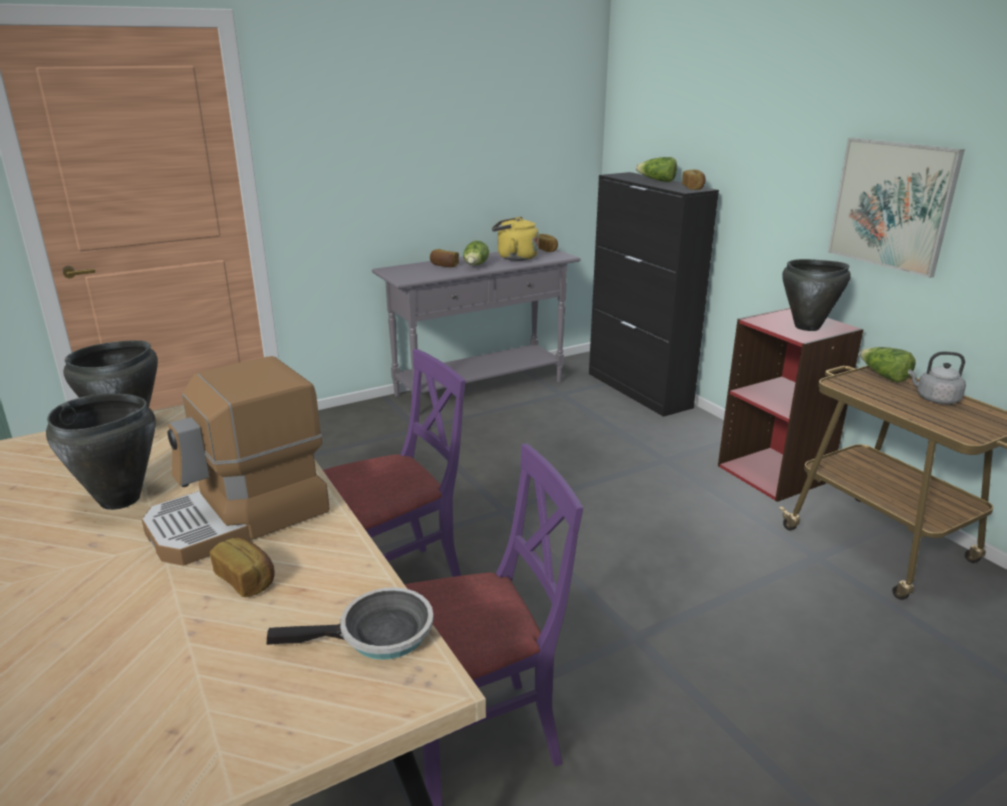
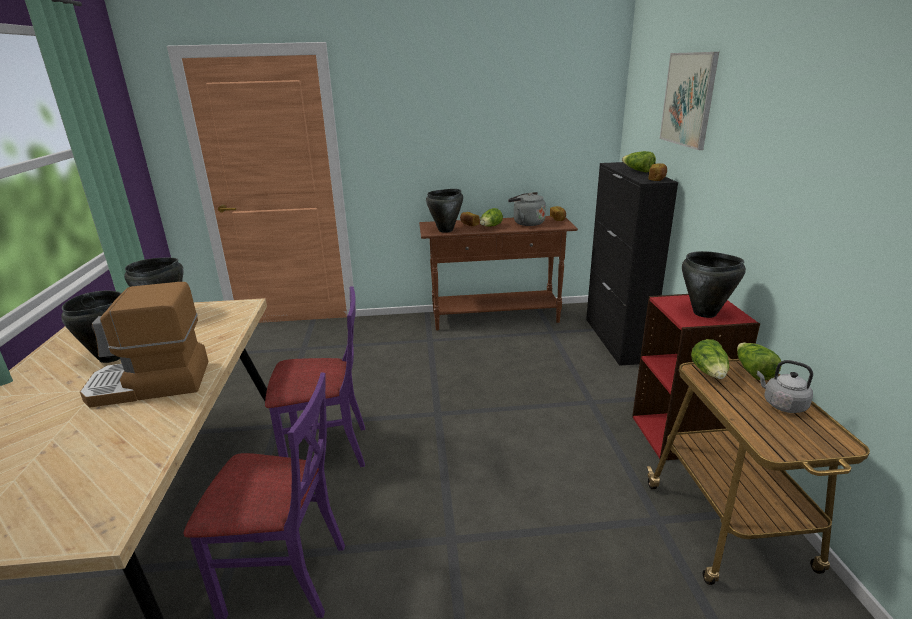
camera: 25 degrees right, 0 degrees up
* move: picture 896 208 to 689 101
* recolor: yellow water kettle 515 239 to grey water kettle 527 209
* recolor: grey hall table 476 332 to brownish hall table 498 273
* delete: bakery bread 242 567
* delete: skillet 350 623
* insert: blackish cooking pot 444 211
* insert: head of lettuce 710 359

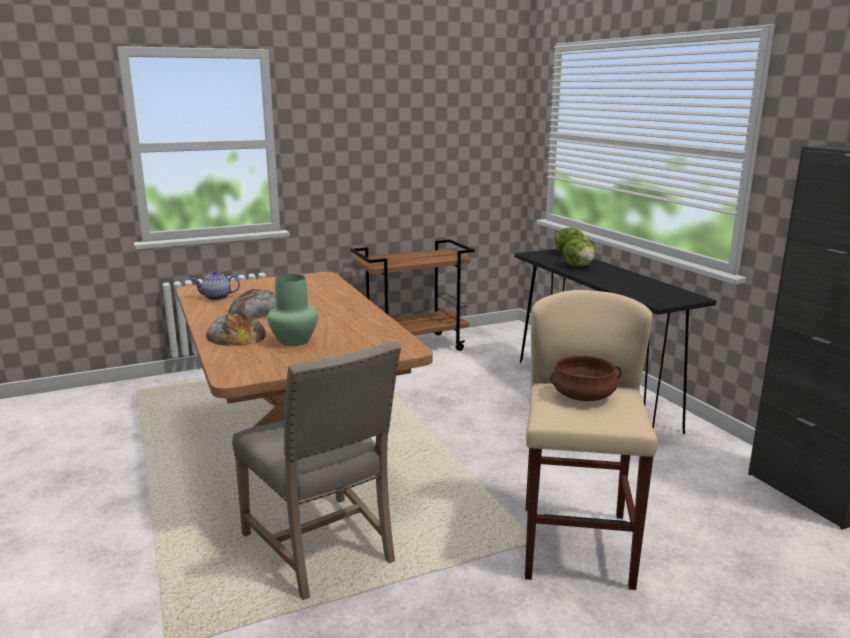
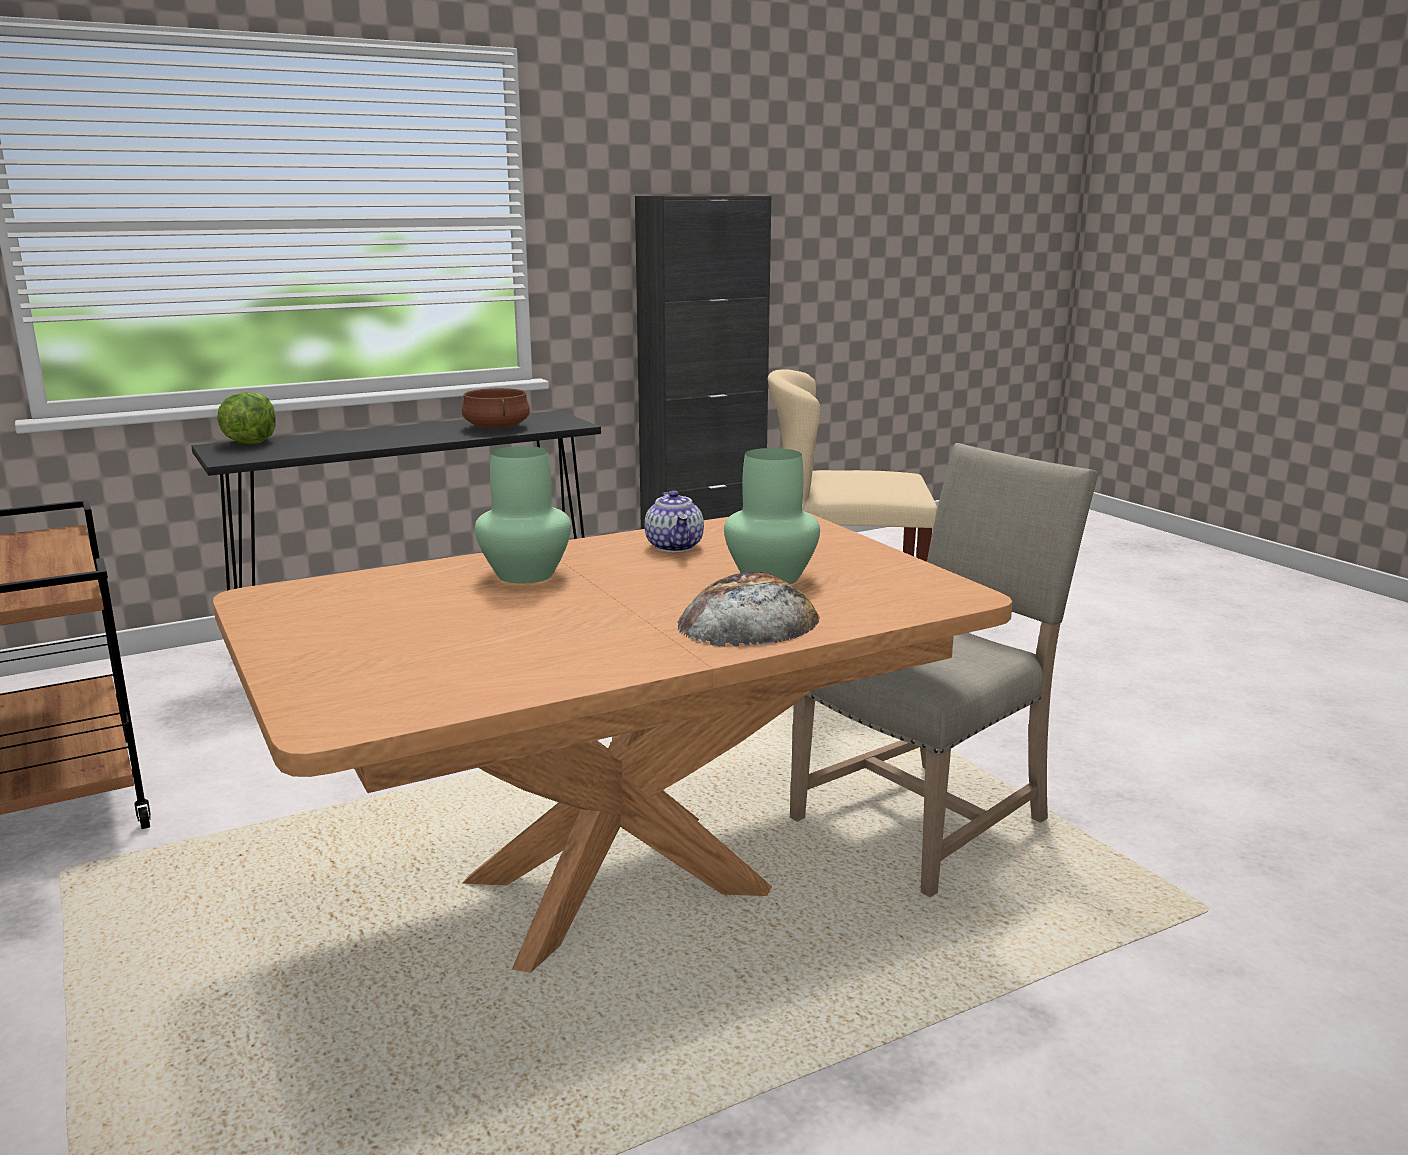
camera: 95 degrees left, 0 degrees up
* delete: head of lettuce 579 252
* move: pot for tea 215 285 to 674 521
* delete: bakery bread 252 304
* move: brownish cooking pot 586 378 to 496 408
* insert: green-coloured flower vase 523 515

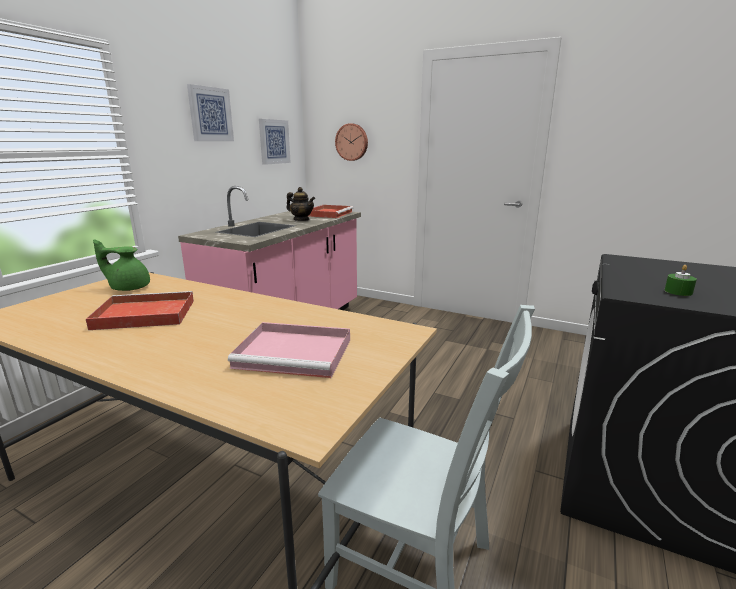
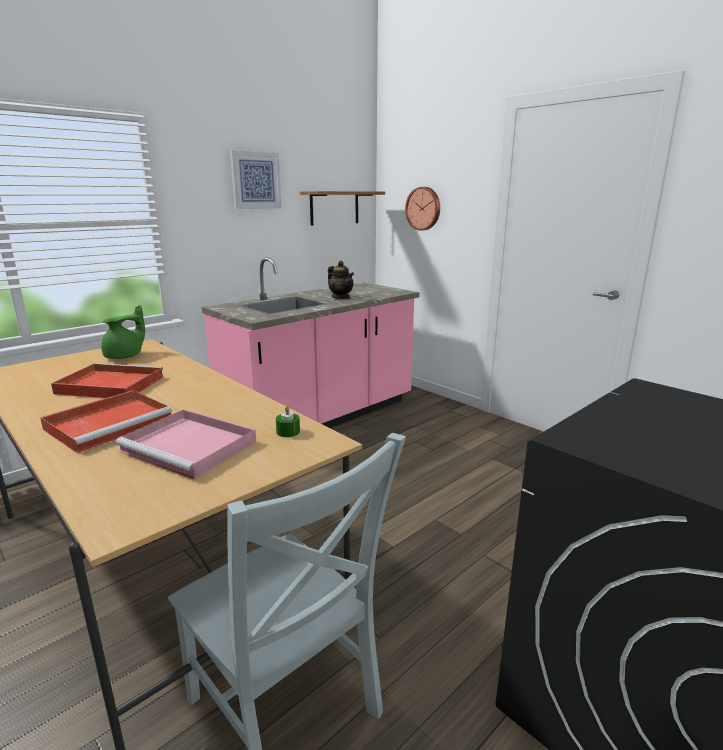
camera: 20 degrees right, 0 degrees up
* replace: picture 275 142 to shelf 342 208
* move: red-coloured tray 330 211 to 106 421
* rotate: green-coloured pot for tea 121 265 = 123 332 105 degrees clockwise
* move: green-coloured wax light 681 280 to 288 421

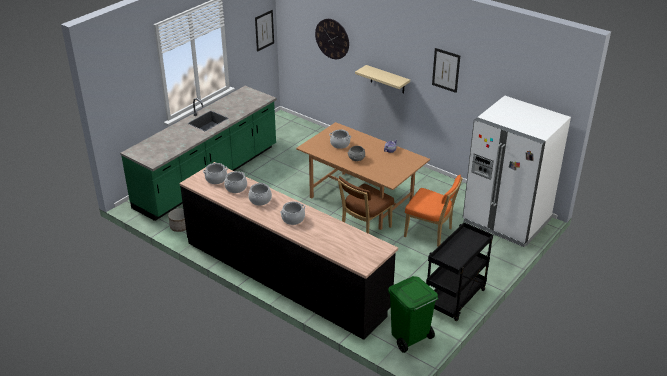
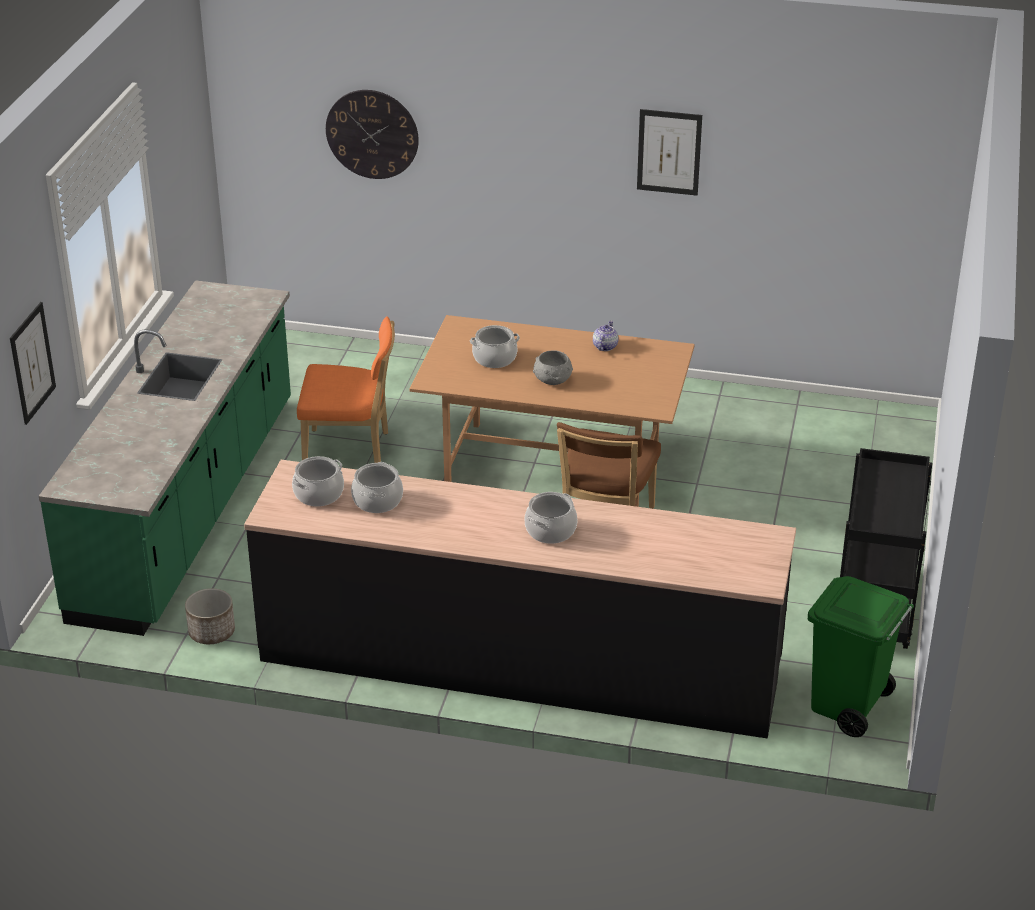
camera: 25 degrees left, 0 degrees up
* move: picture 264 31 to 33 363
* delete: beige shelf 382 79
* delete: white fridge 517 171
* move: orange-coloured plain chair 433 211 to 346 389
* delete: cooking pot 260 194

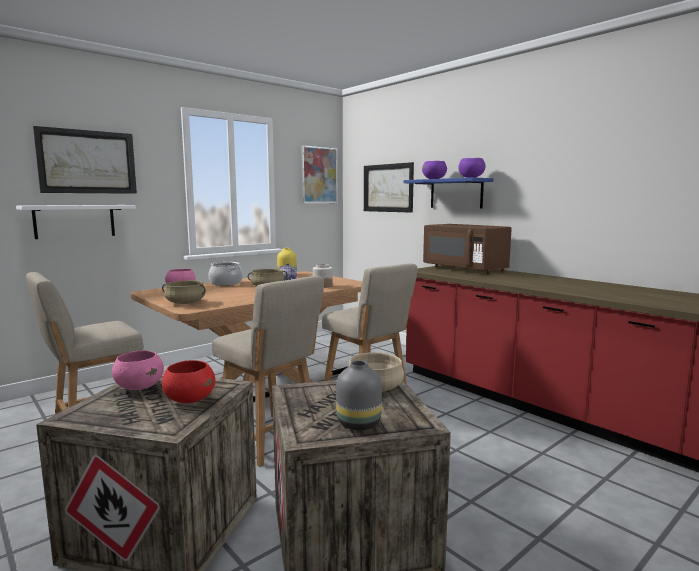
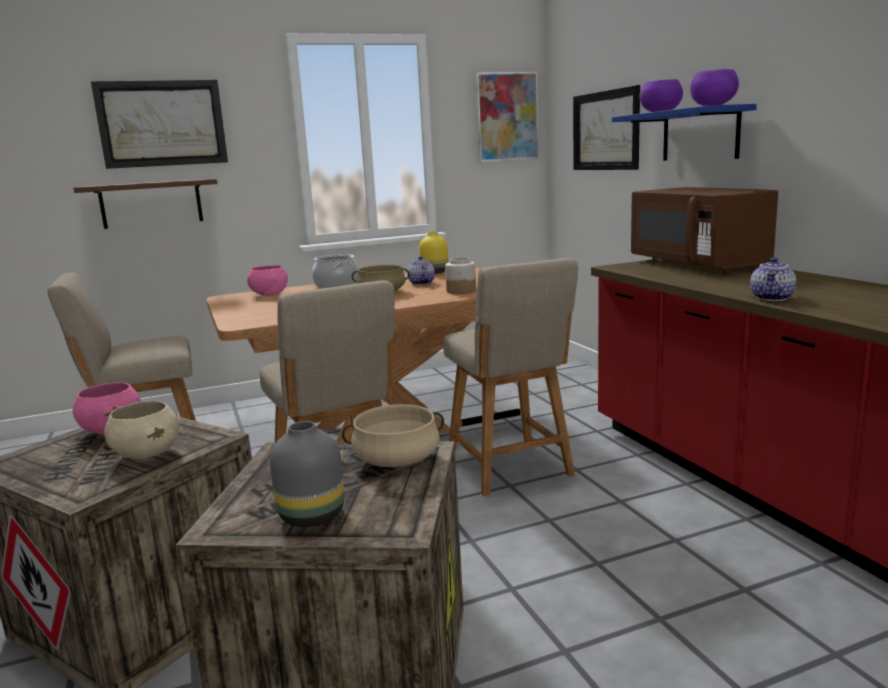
camera: 20 degrees right, 5 degrees up
* recolor: white shelf 76 222 to brownish shelf 145 204
* delete: beige cooking pot 184 292
* recolor: red-coloured serving bowl 188 381 to beige serving bowl 141 430
* insert: pot for tea 773 279

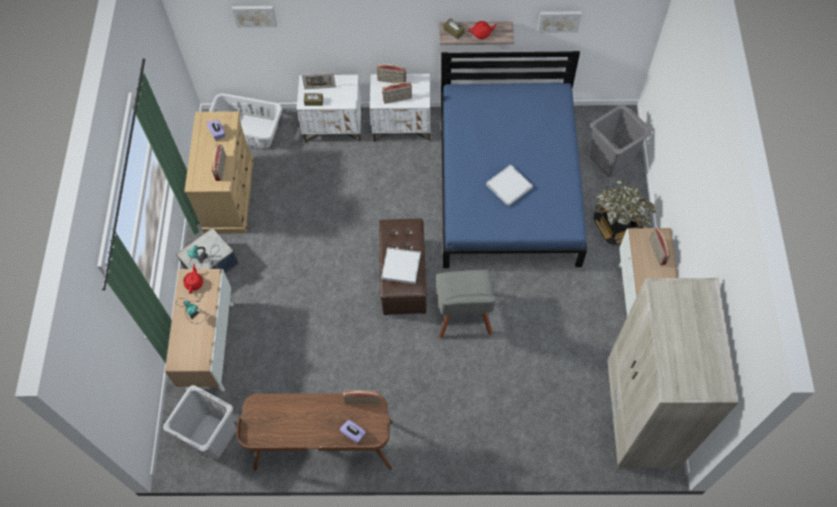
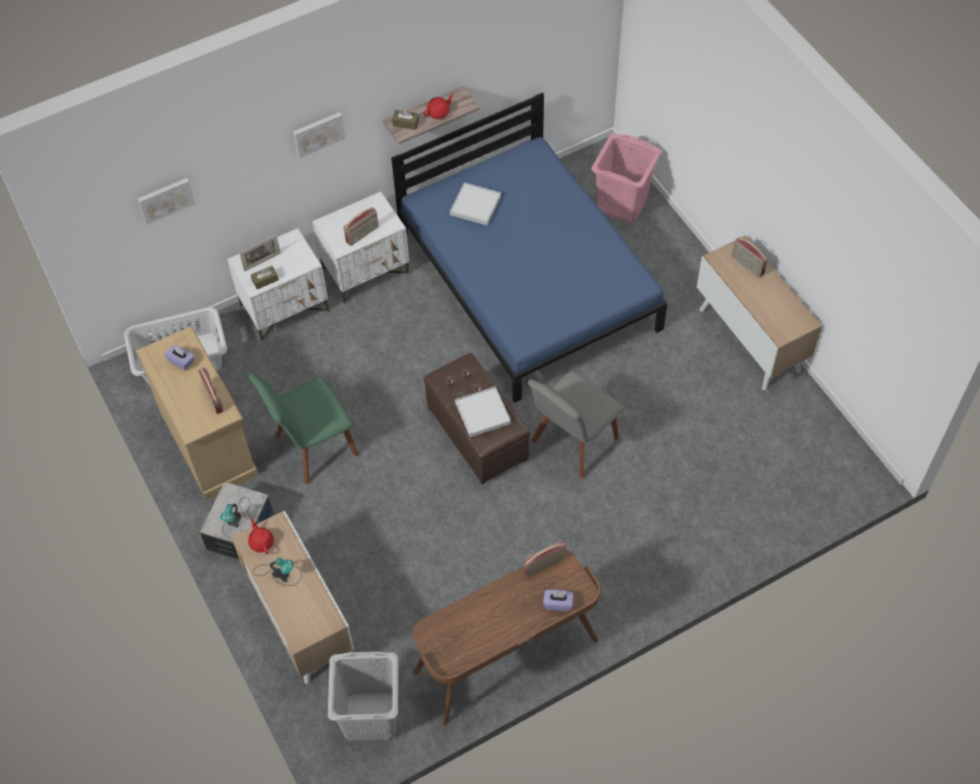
camera: 30 degrees left, 5 degrees down
* move: picture 559 22 to 319 135
* delete: radio receiver 391 73
* recolor: grey washing basket 620 140 to pink washing basket 626 178
* move: white tray 509 185 to 475 203
* delete: plant in a pot 626 212
* rotate: grey plain chair 466 304 = 575 425 75 degrees clockwise
* delete: beige wardrobe 673 373
* insert: green-coloured plain chair 304 428

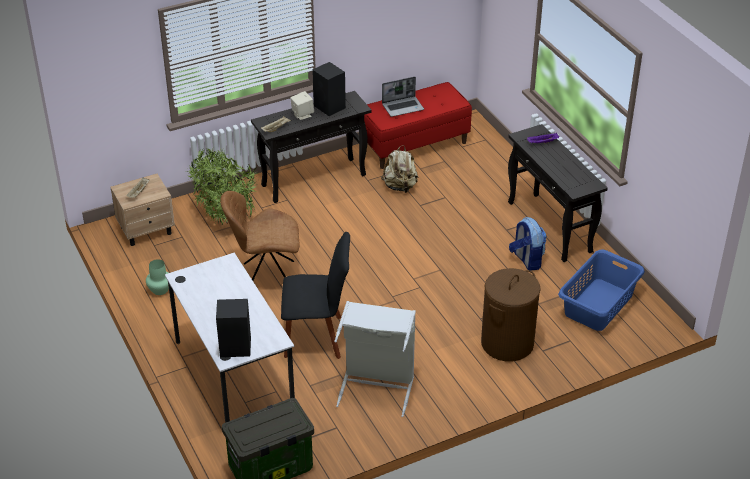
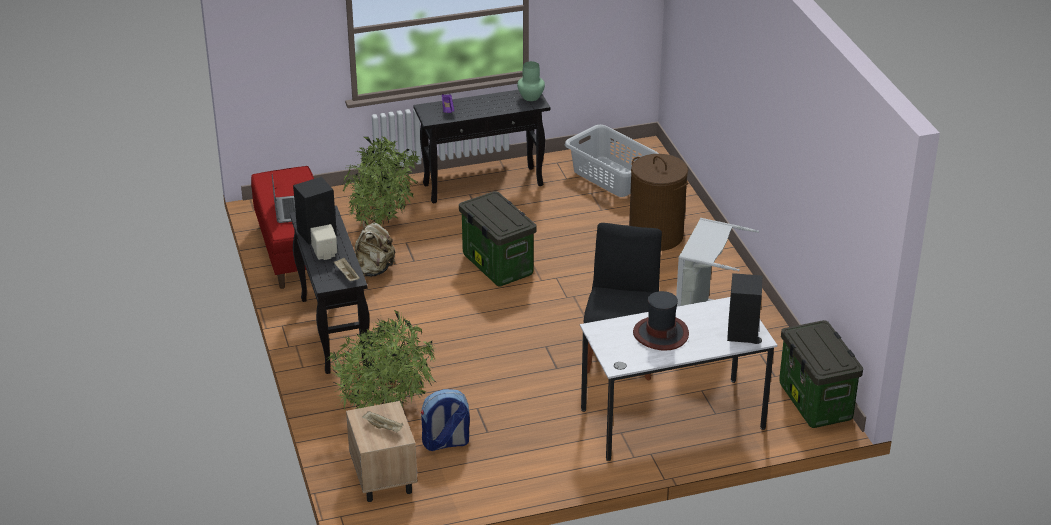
camera: 80 degrees left, 5 degrees down
* delete: brownish plain chair 259 236
* move: backpack 528 244 to 445 420
* recolor: blue washing basket 601 290 to grey washing basket 611 161
* move: green-coloured flower vase 157 277 to 531 81
* insert: plant in a pot 381 181
* insert: storage box 497 238
* insert: wearable hat 661 321

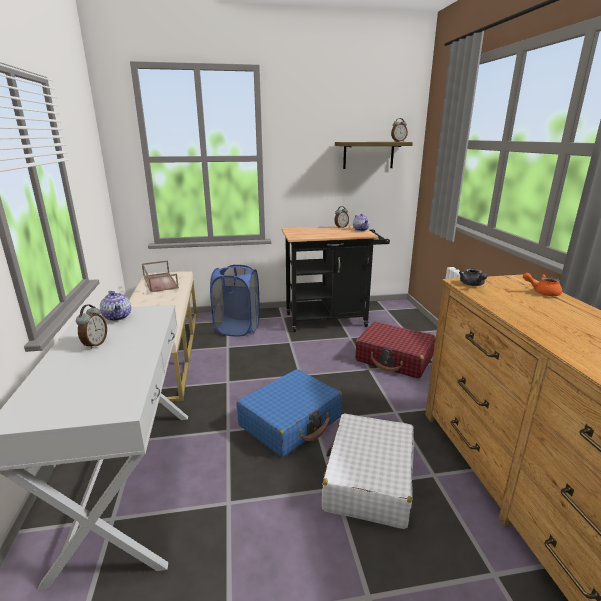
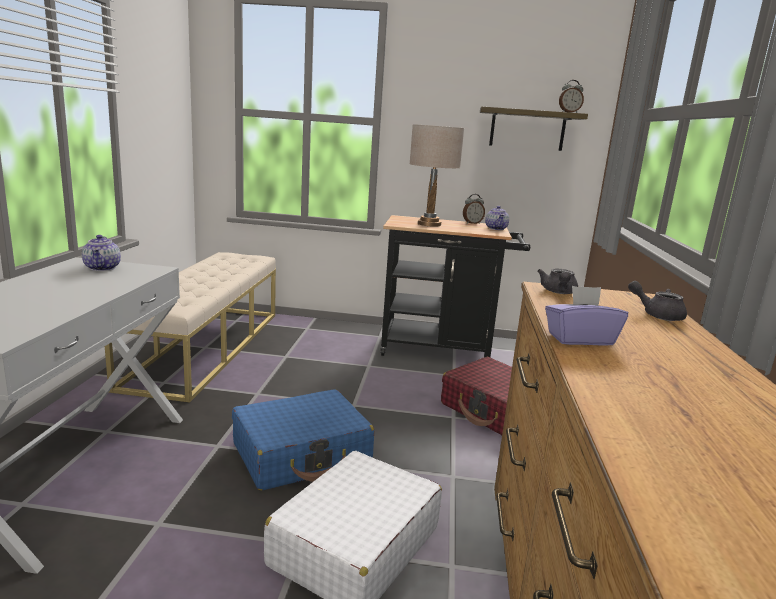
camera: 15 degrees right, 5 degrees down
* delete: brownish tray 160 276
* delete: blue washing basket 235 300
* recolor: orange-coloured pot for tea 542 284 to grey pot for tea 657 301
* delete: alarm clock 91 327
* insert: beige lamp for a table 436 175
* insert: purplish tissue holder 586 316

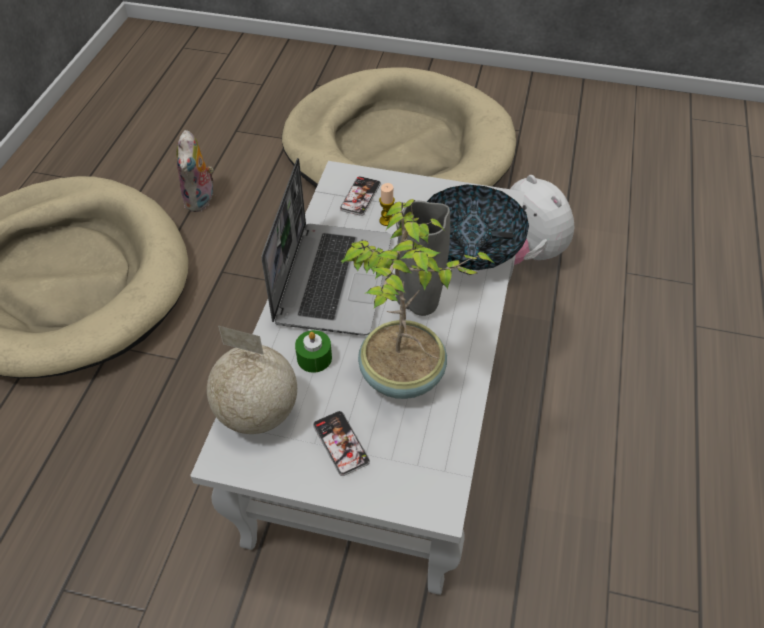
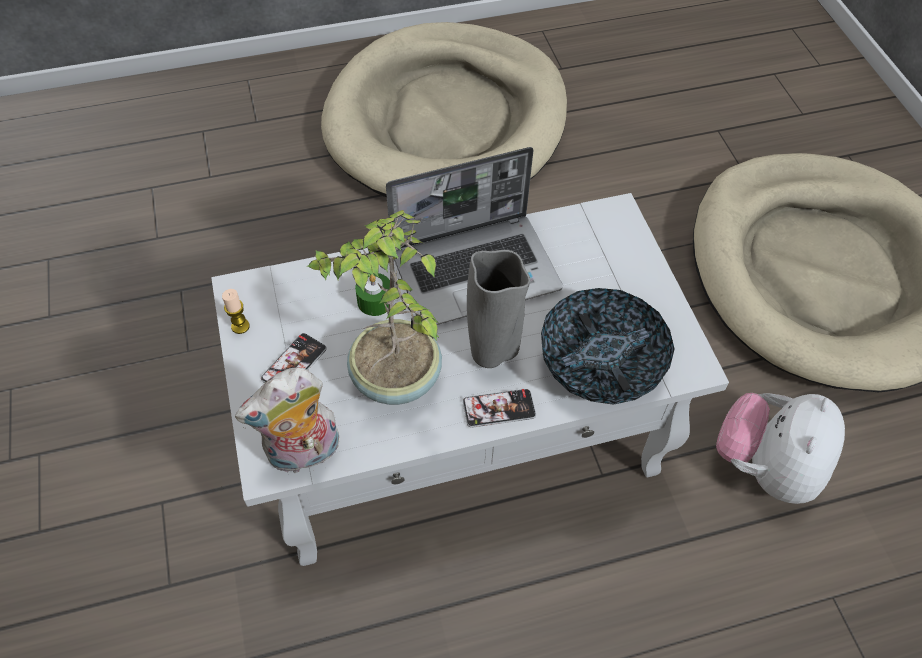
camera: 60 degrees right, 5 degrees up
* move: plush toy 196 171 to 287 421
* move: telephone 360 196 to 499 408
* move: wax light 387 204 to 236 311
* delete: world globe 252 380

